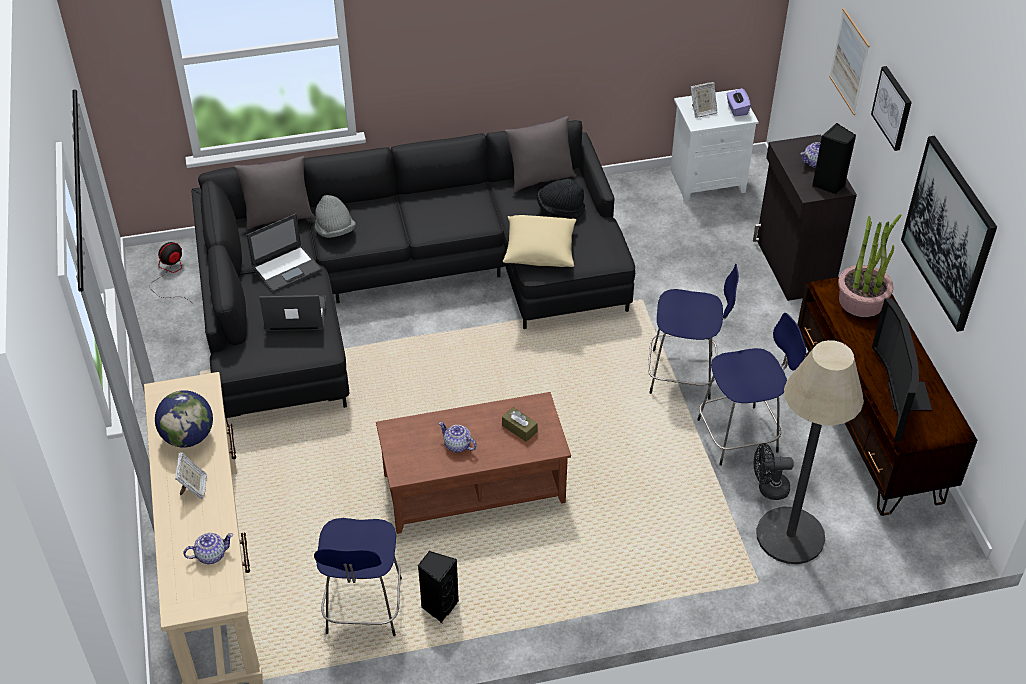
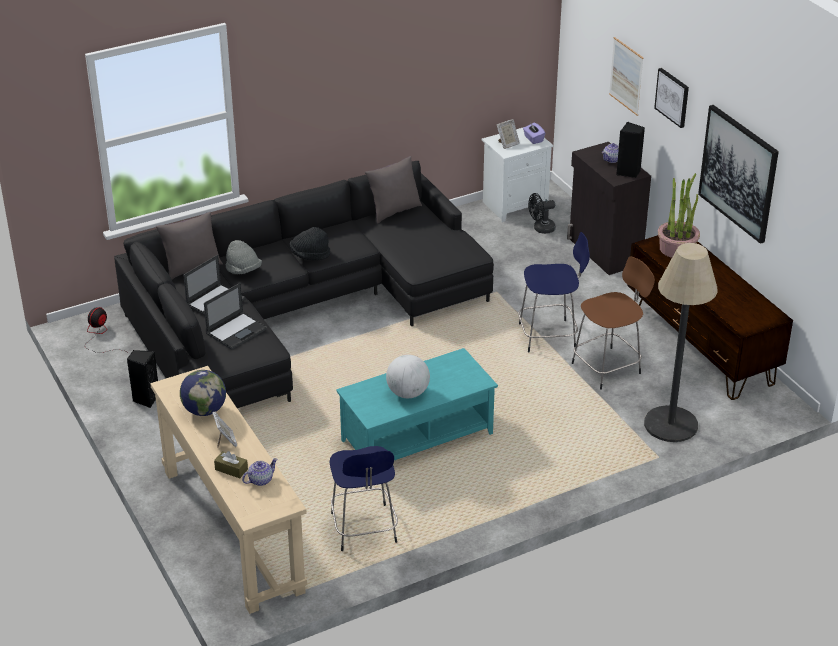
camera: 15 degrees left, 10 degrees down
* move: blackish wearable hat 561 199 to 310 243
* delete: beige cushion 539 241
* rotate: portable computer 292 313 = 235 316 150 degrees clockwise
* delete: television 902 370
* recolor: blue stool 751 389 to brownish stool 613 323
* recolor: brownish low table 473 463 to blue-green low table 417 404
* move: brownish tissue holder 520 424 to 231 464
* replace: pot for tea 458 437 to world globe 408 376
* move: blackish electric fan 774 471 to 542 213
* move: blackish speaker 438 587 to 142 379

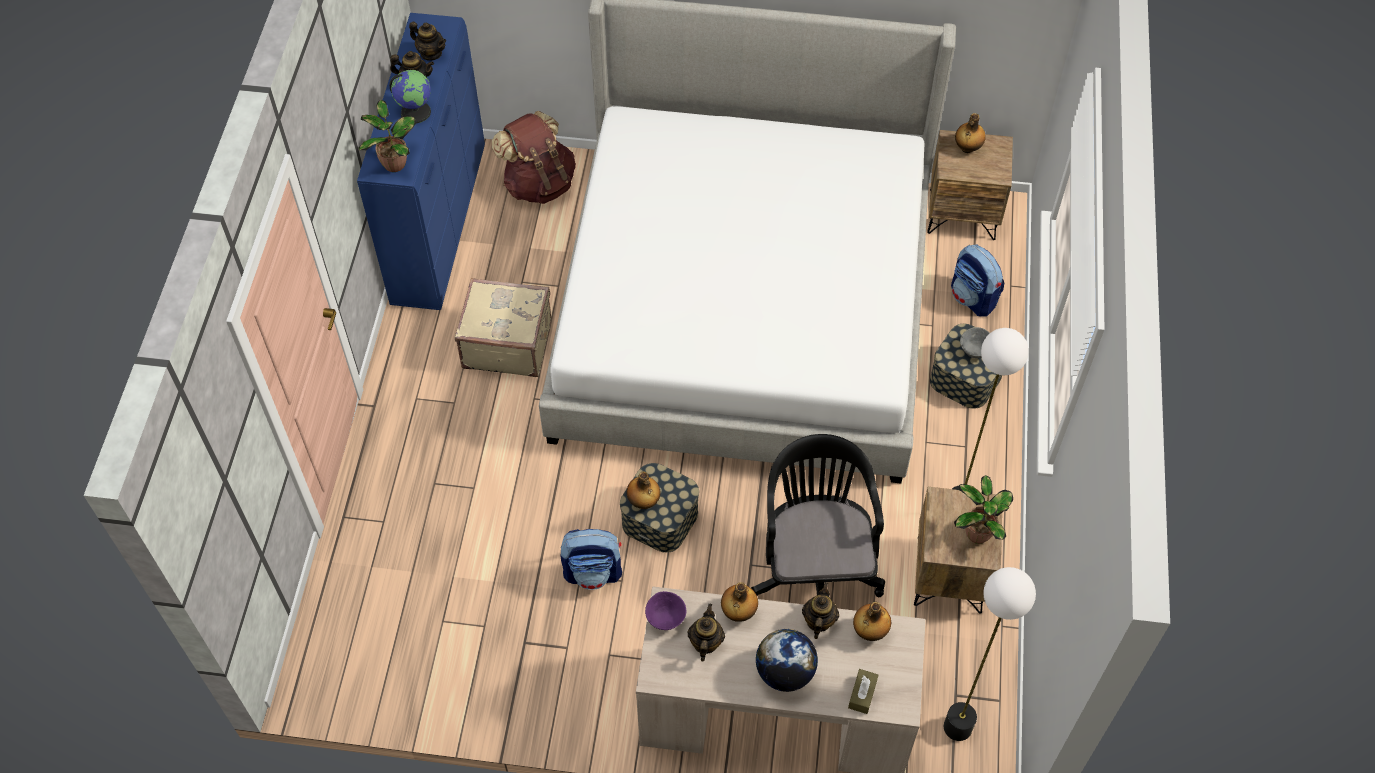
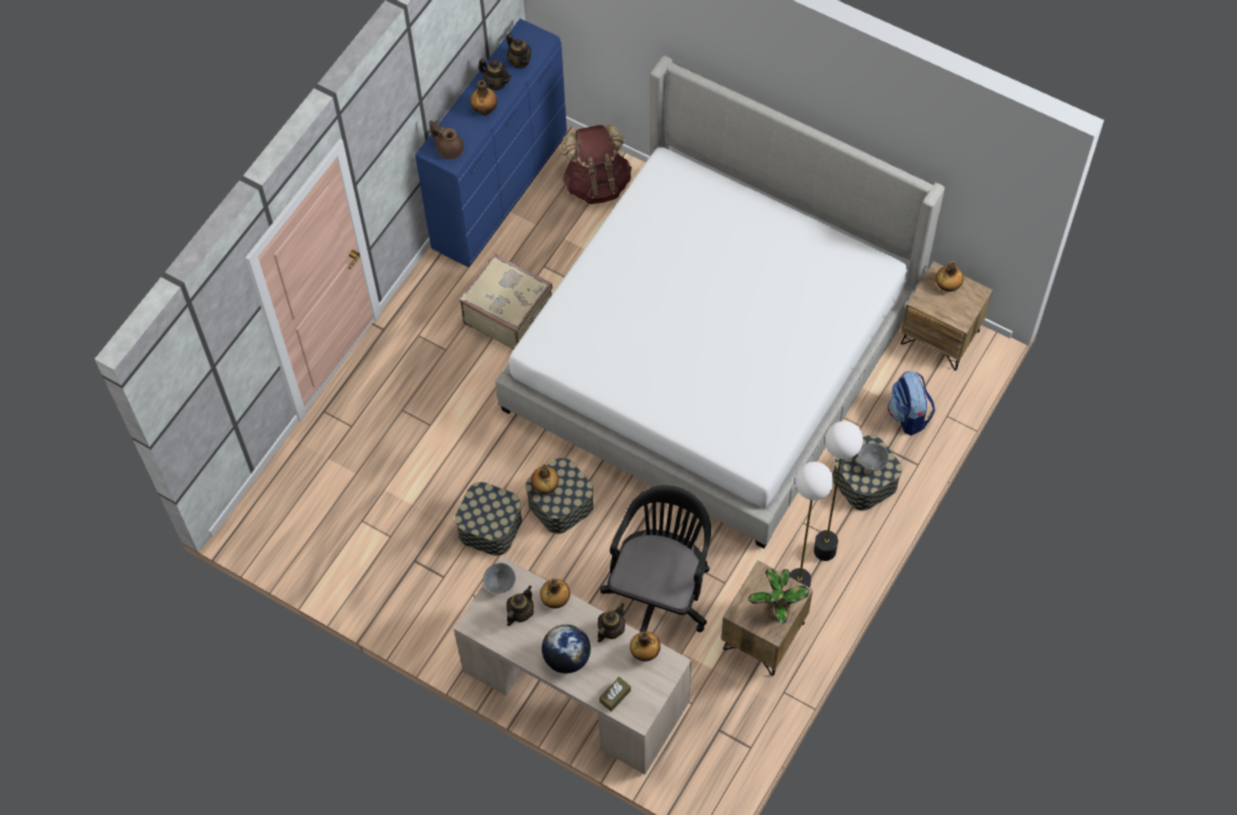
camera: 25 degrees right, 5 degrees up
* replace: world globe 410 96 to drink bottle 484 98
* replace: plant in a pot 387 136 to brownish pot for tea 446 139
* replace: backpack 591 559 to storage box 488 519
* move: floor lamp 990 654 to 838 491
* recolor: purplish serving bowl 665 610 to grey serving bowl 499 578

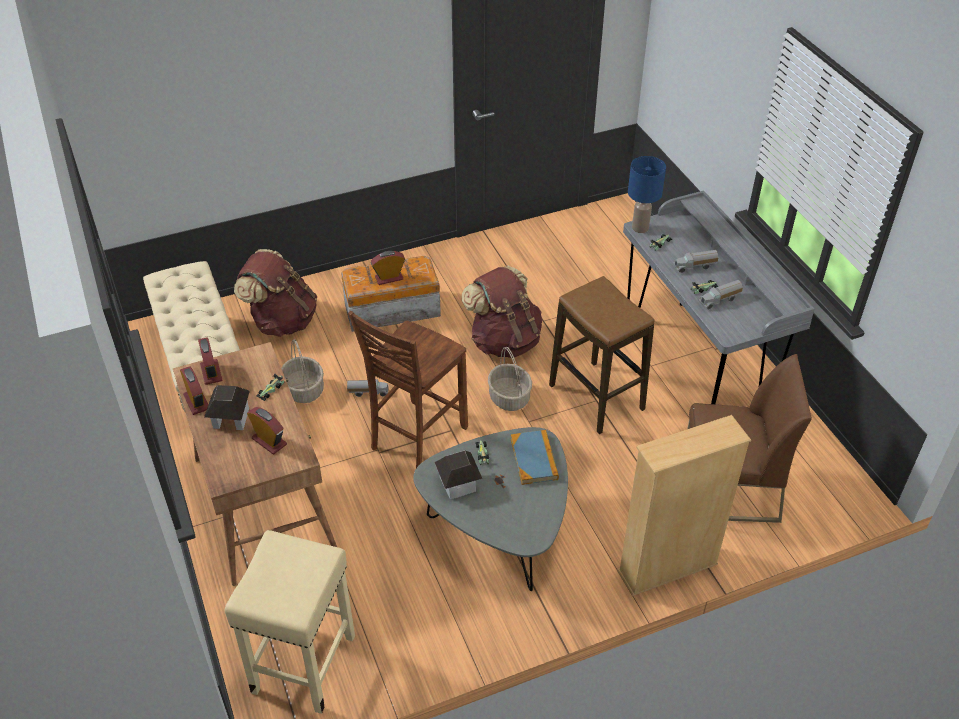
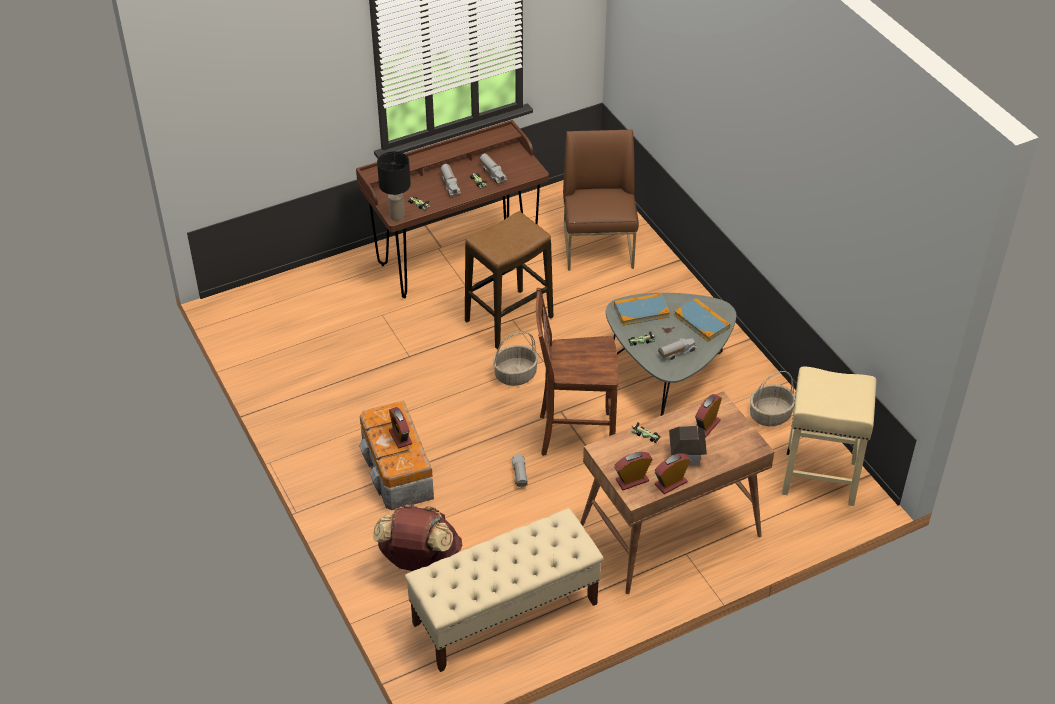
camera: 95 degrees left, 0 degrees up
* recolor: blue lamp for a table 647 194 to blackish lamp for a table 394 186
* recolor: grey desk unit 719 297 to brownish desk unit 452 209
* delete: brownish backpack 502 311
* rotate: brownish plain chair 408 389 = 577 372 150 degrees clockwise
* move: storage basket 302 371 to 772 398
* delete: beige bookcase 684 505
* replace: miniature house 458 474 to model truck 677 349
* insert: bound book 702 320

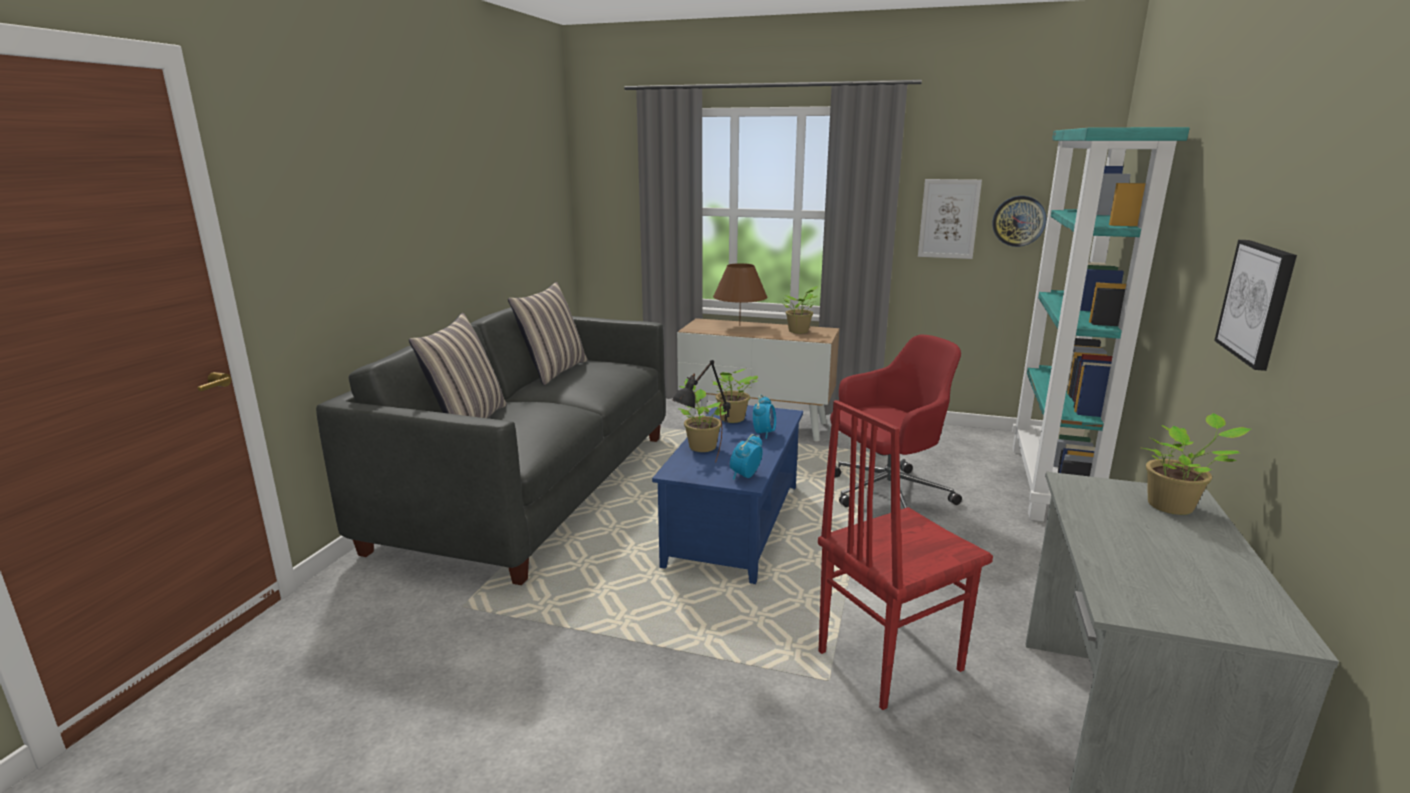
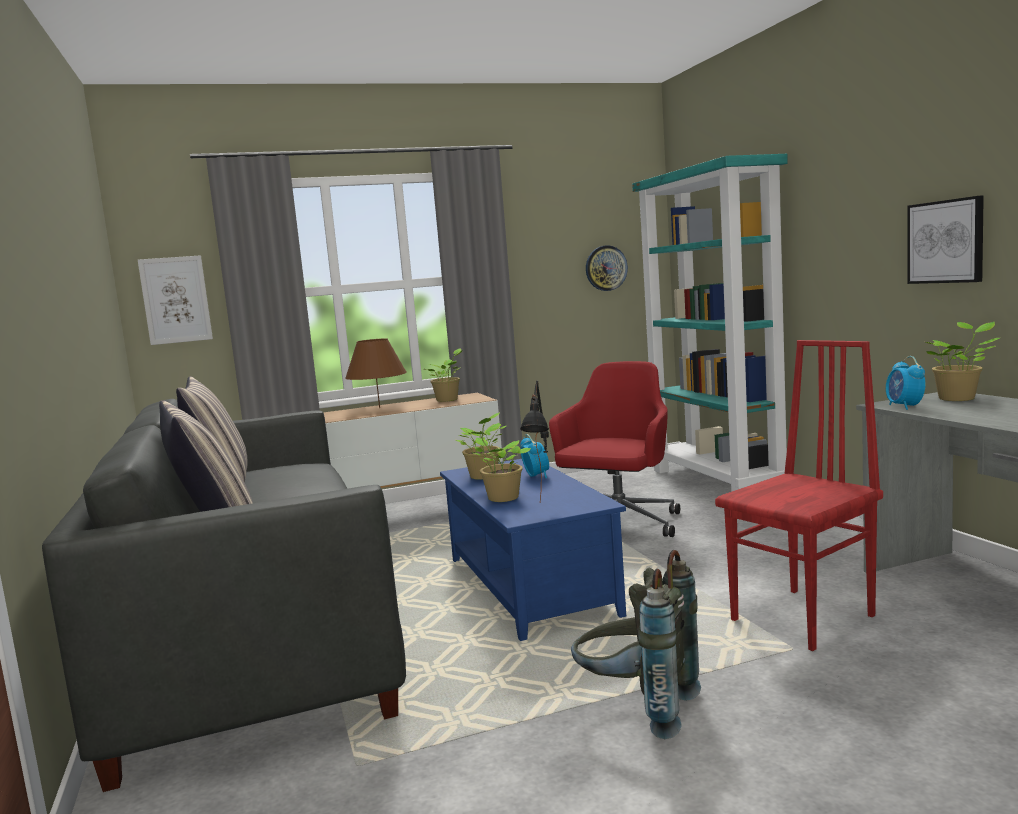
camera: 35 degrees left, 10 degrees down
* move: picture 950 219 to 175 300
* rotate: red-coloured plain chair 905 555 = 799 495 150 degrees counterclockwise
* move: alarm clock 746 457 to 905 383
* insert: grey backpack 636 644

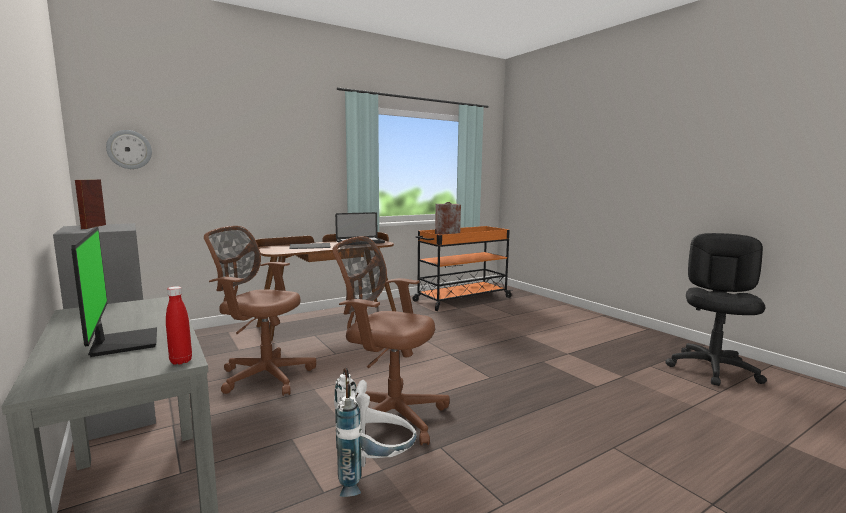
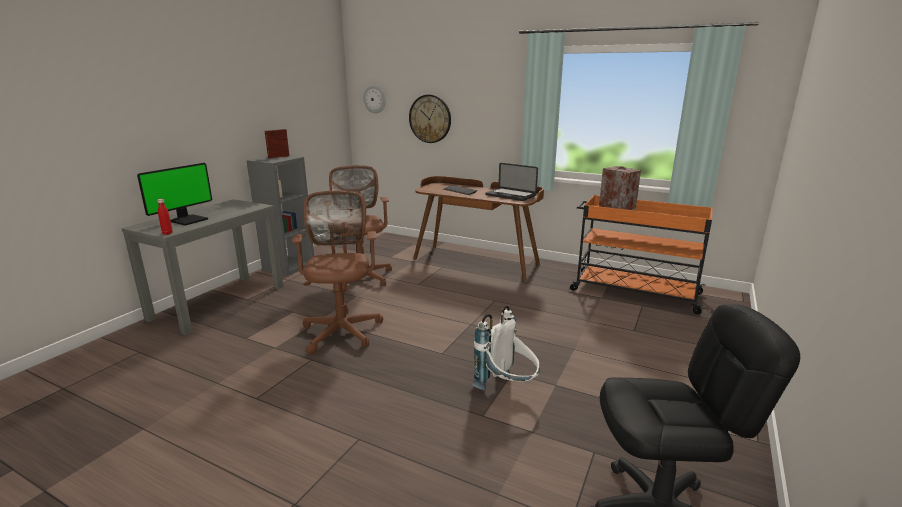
camera: 60 degrees right, 10 degrees up
* move: white backpack 375 432 to 506 348
* insert: hanging clock 430 118

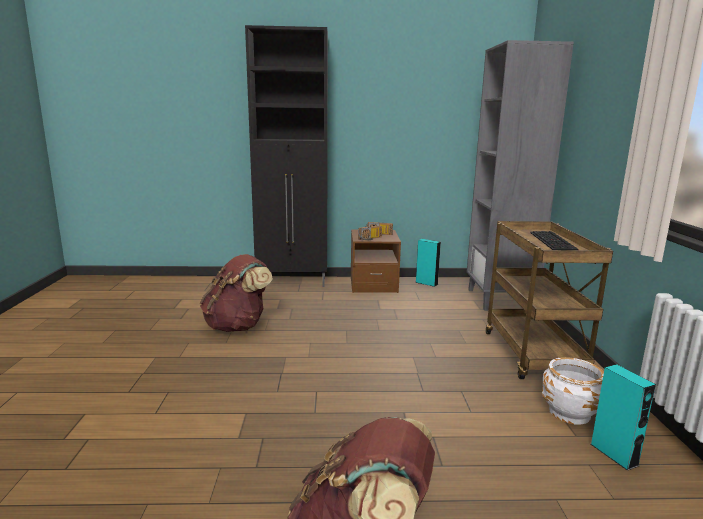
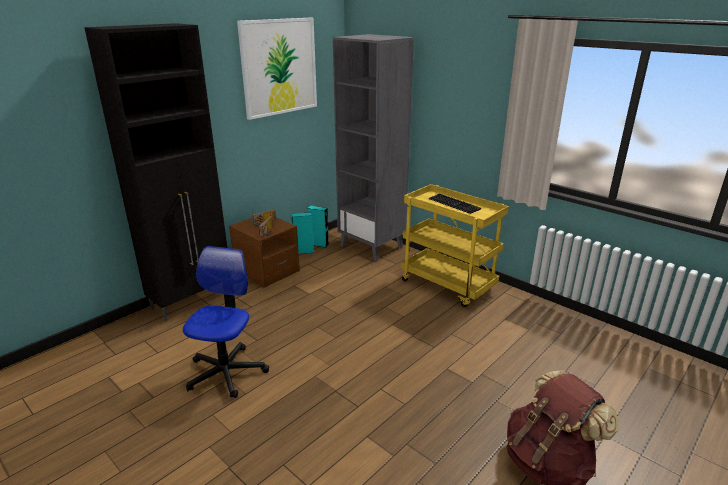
camera: 45 degrees left, 10 degrees up
* recolor: brownish trolley 549 300 to yellow trolley 455 245
* replace: brownish backpack 236 293 to desk chair 226 322
* delete: white planter 573 391
* move: blue-green speaker 623 417 to 318 227
* insert: picture 277 69

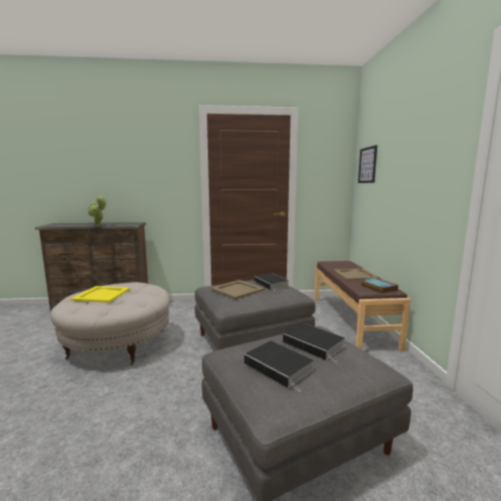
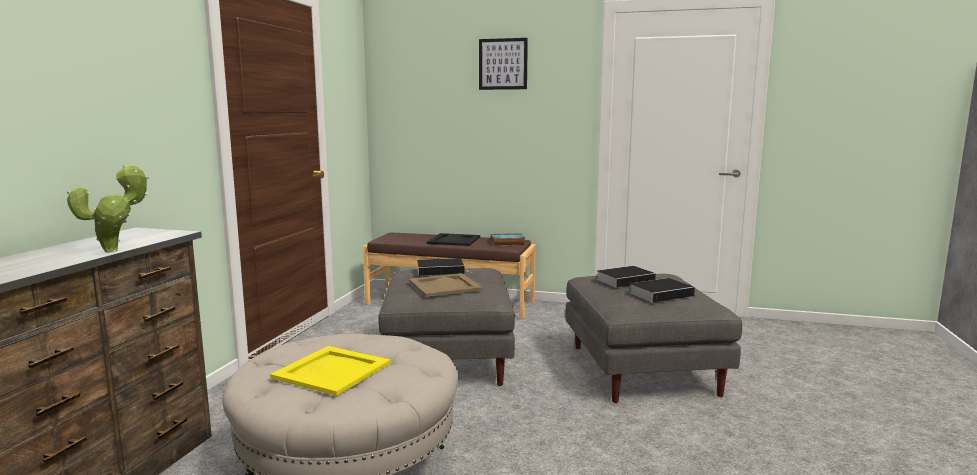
camera: 70 degrees left, 0 degrees up
* move: picture 367 164 to 503 64
* recolor: beige tray 356 274 to blackish tray 453 239

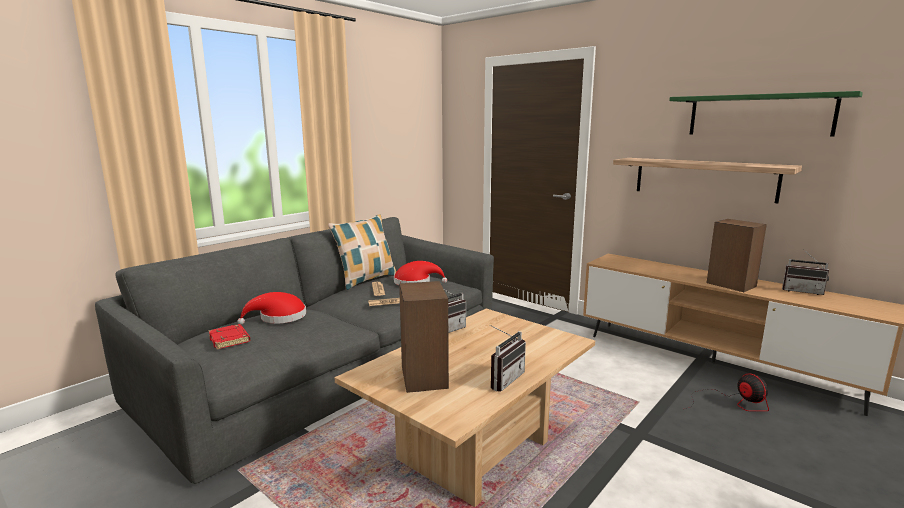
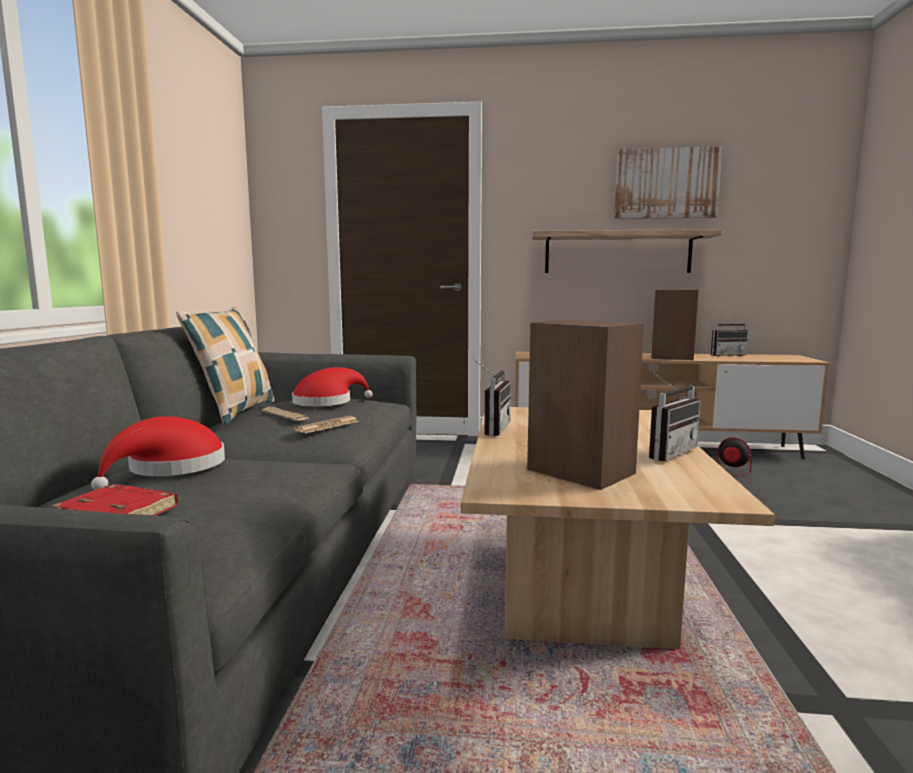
camera: 35 degrees left, 5 degrees down
* replace: green-coloured shelf 766 113 to picture 668 183
* rotate: radio receiver 508 358 = 674 415 45 degrees clockwise

